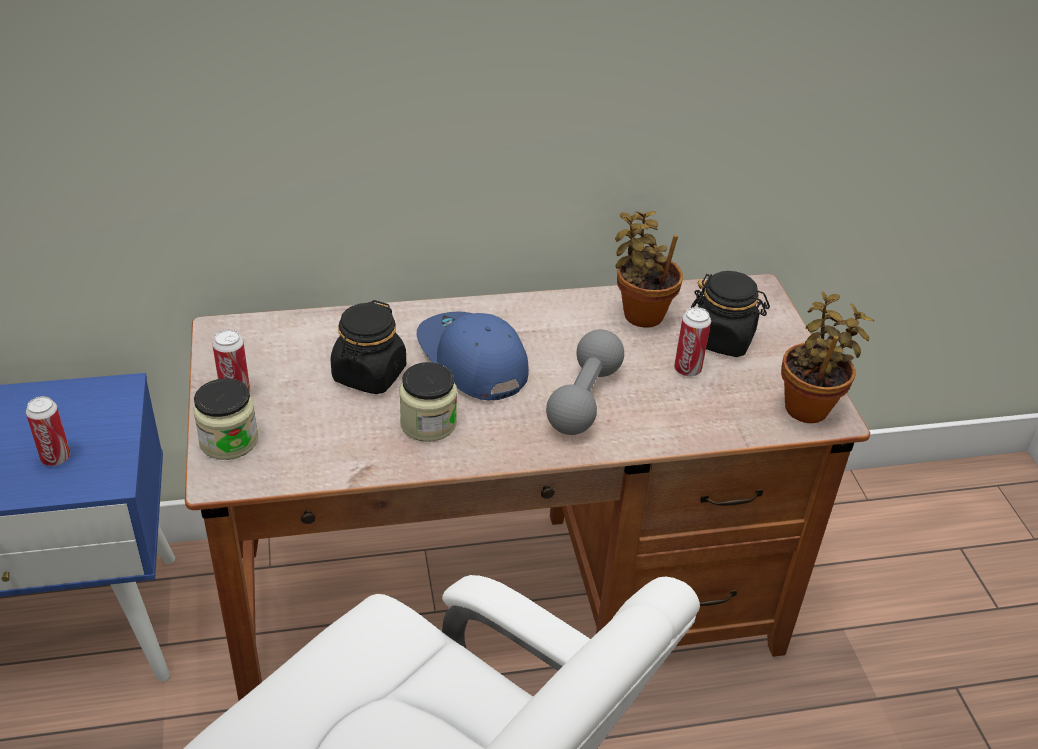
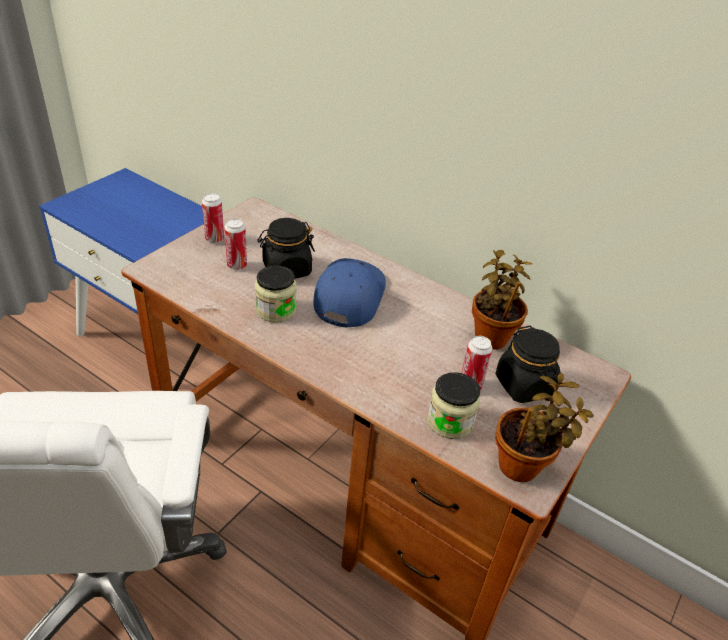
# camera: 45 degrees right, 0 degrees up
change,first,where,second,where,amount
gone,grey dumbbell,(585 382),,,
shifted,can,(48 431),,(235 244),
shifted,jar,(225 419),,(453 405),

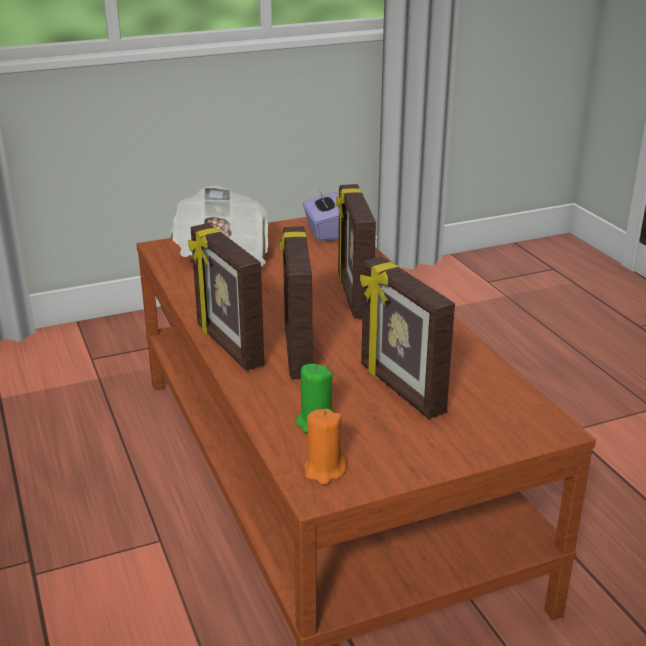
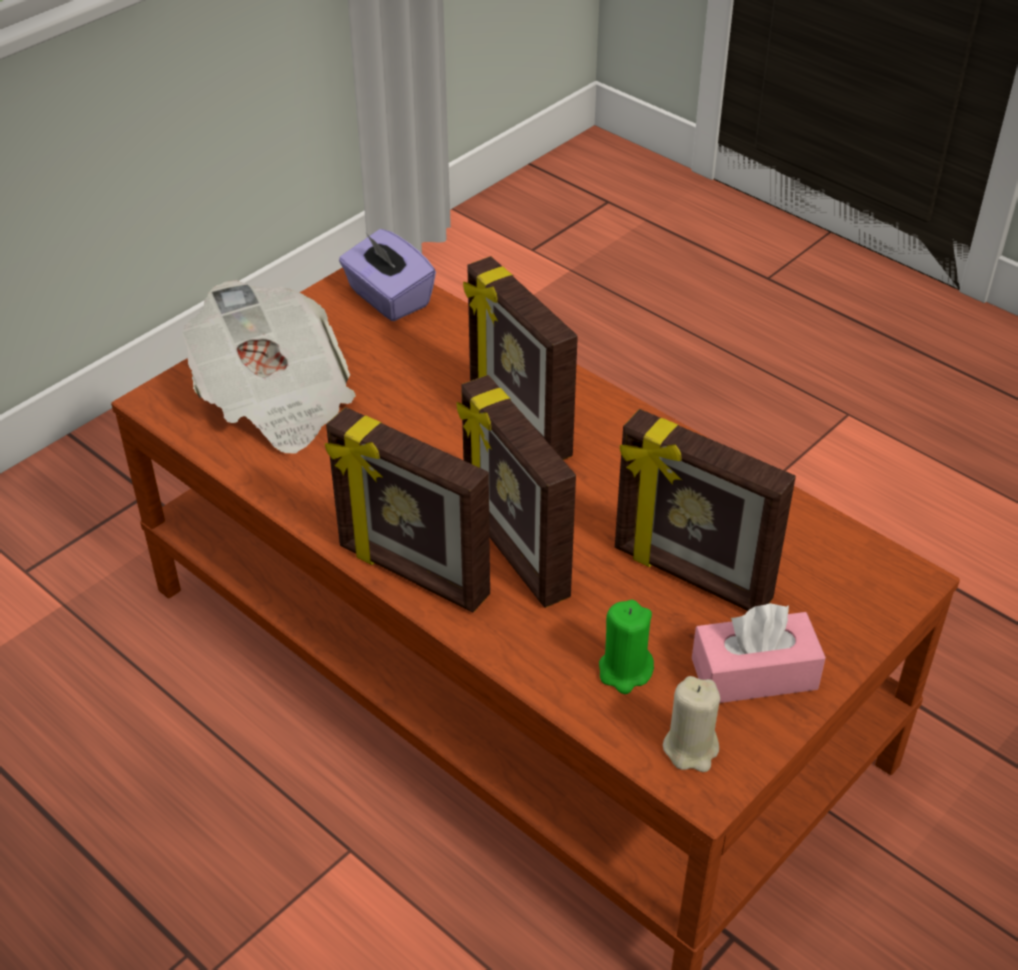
# camera: 25 degrees left, 15 degrees up
change,first,where,second,where,amount
new,,,pink tissue box,(759 653),
repainted,orange candle,(325 447),beige candle,(691 724),

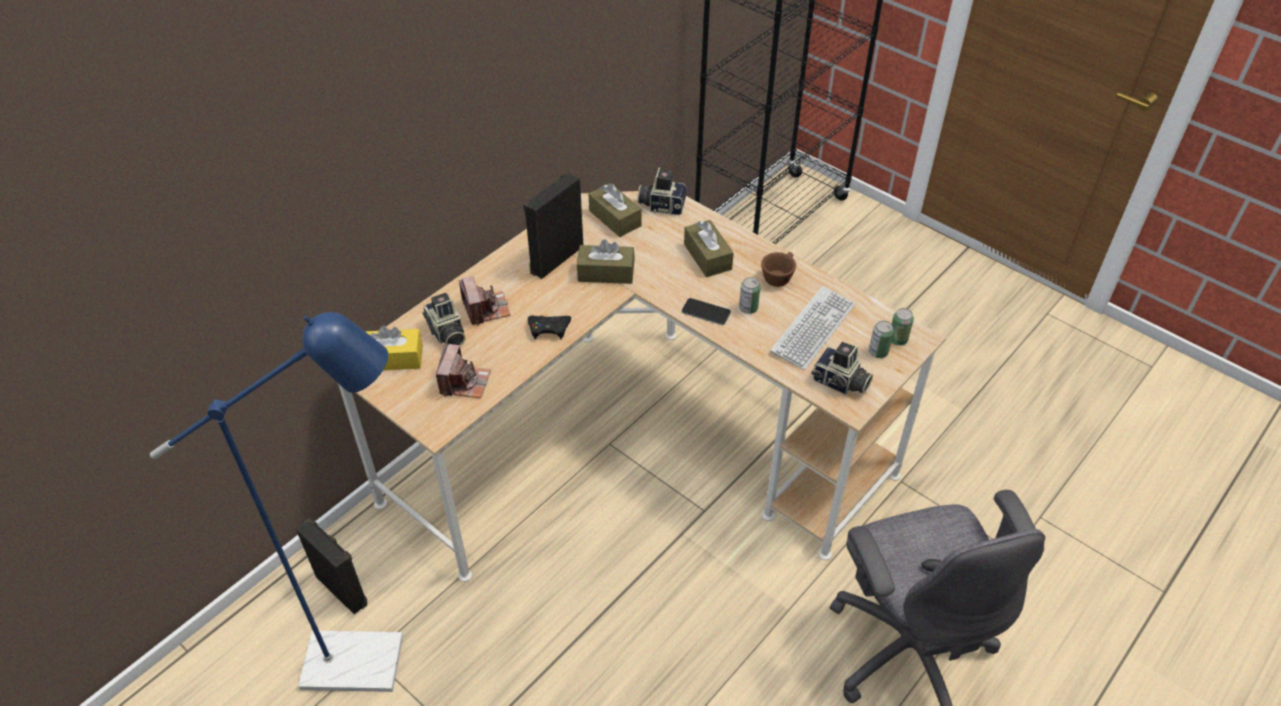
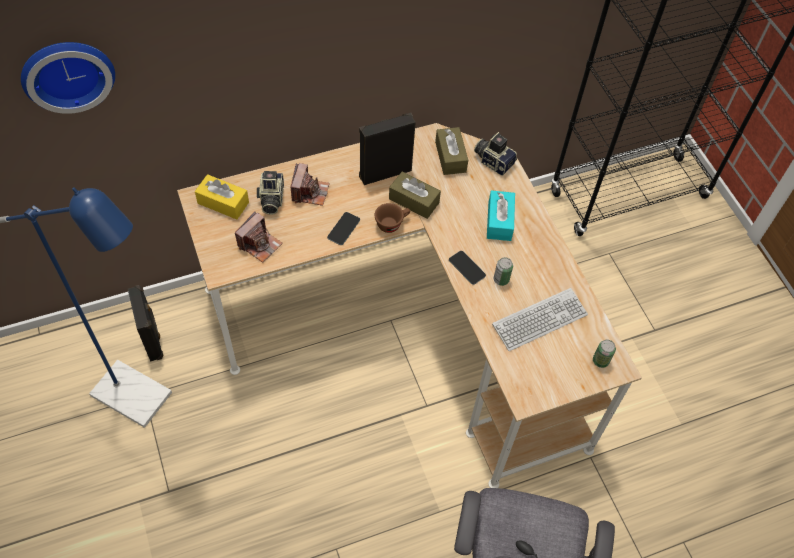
# camera: 25 degrees right, 10 degrees up
change,first,where,second,where,amount
gone,photo camera,(842 368),,,
gone,can,(881 339),,,
new,,,wall clock,(68 78),
shifted,brown cup,(778 269),,(392 218),
swapped,black game controller,(549 327),phone,(343 228),
repainted,brown tissue box,(709 248),turquoise tissue box,(501 215),

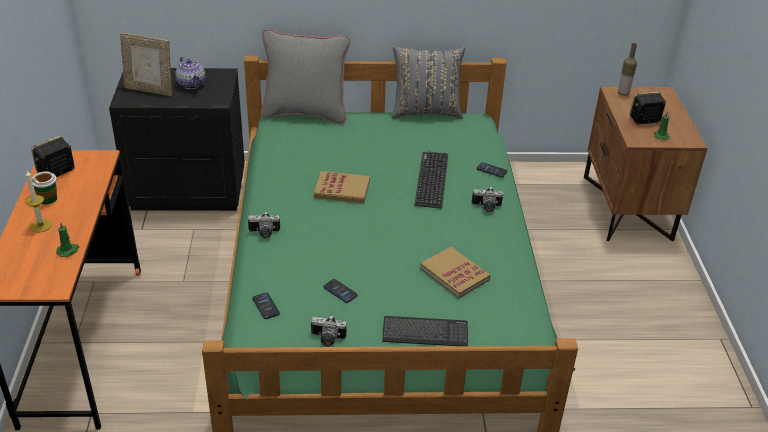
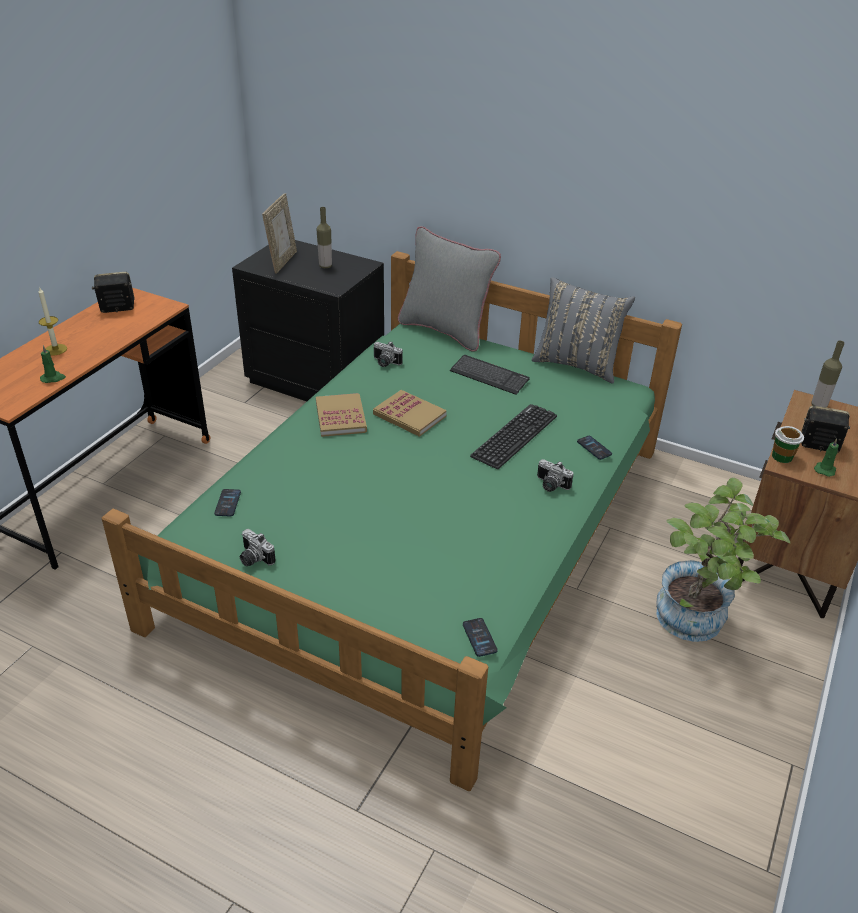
# camera: 30 degrees right, 0 degrees up
change,first,where,second,where,amount
new,,,potted plant,(723 560),
shifted,cup,(44 188),,(788 444),
shifted,photo camera,(264 225),,(388 354),
shifted,phone,(340 291),,(480 637),
shifted,keyboard,(425 331),,(490 375),
shifted,book,(455 272),,(341 415),
swapped,teapot,(190 73),bottle,(324 237),
rotated,picture frame,(146 64),,(279 233),120 degrees counterclockwise

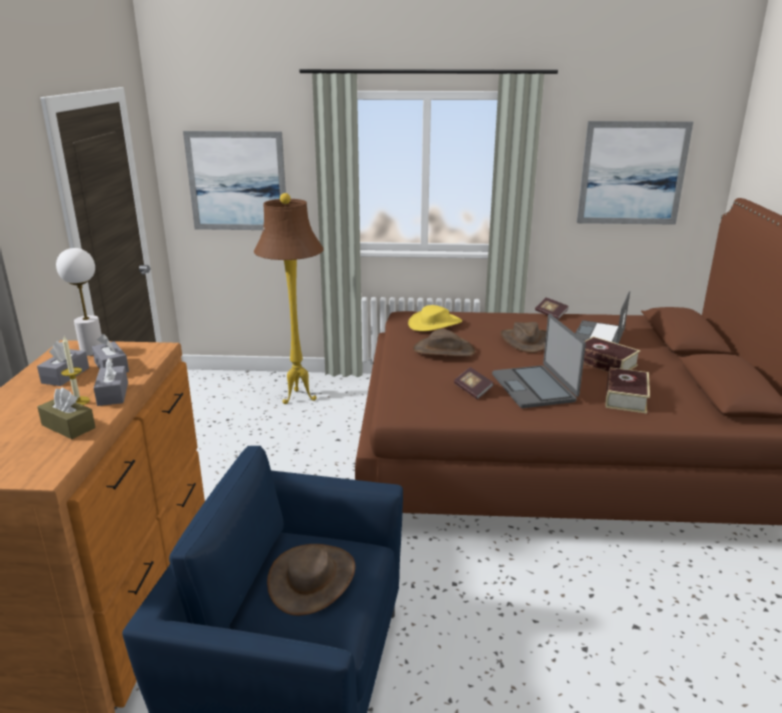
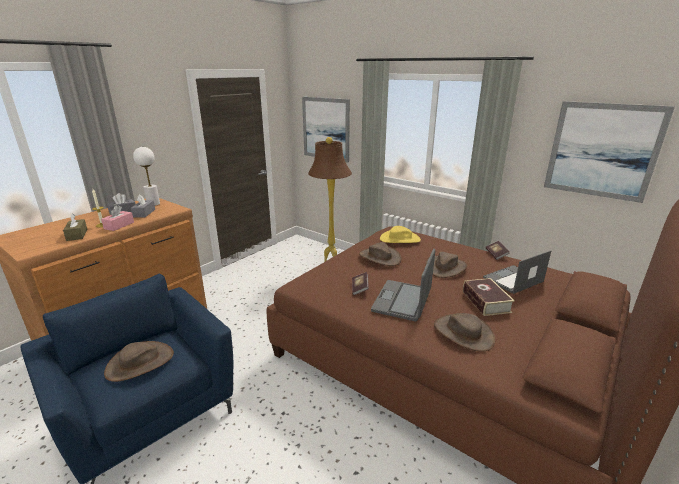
# camera: 35 degrees right, 0 degrees up
change,first,where,second,where,amount
swapped,book,(628 390),brown hat,(464 332),
repainted,grey tissue box,(111 382),pink tissue box,(117 218),

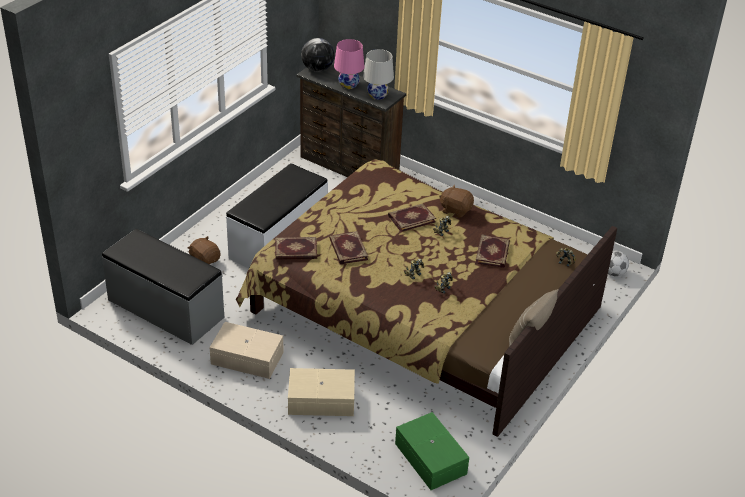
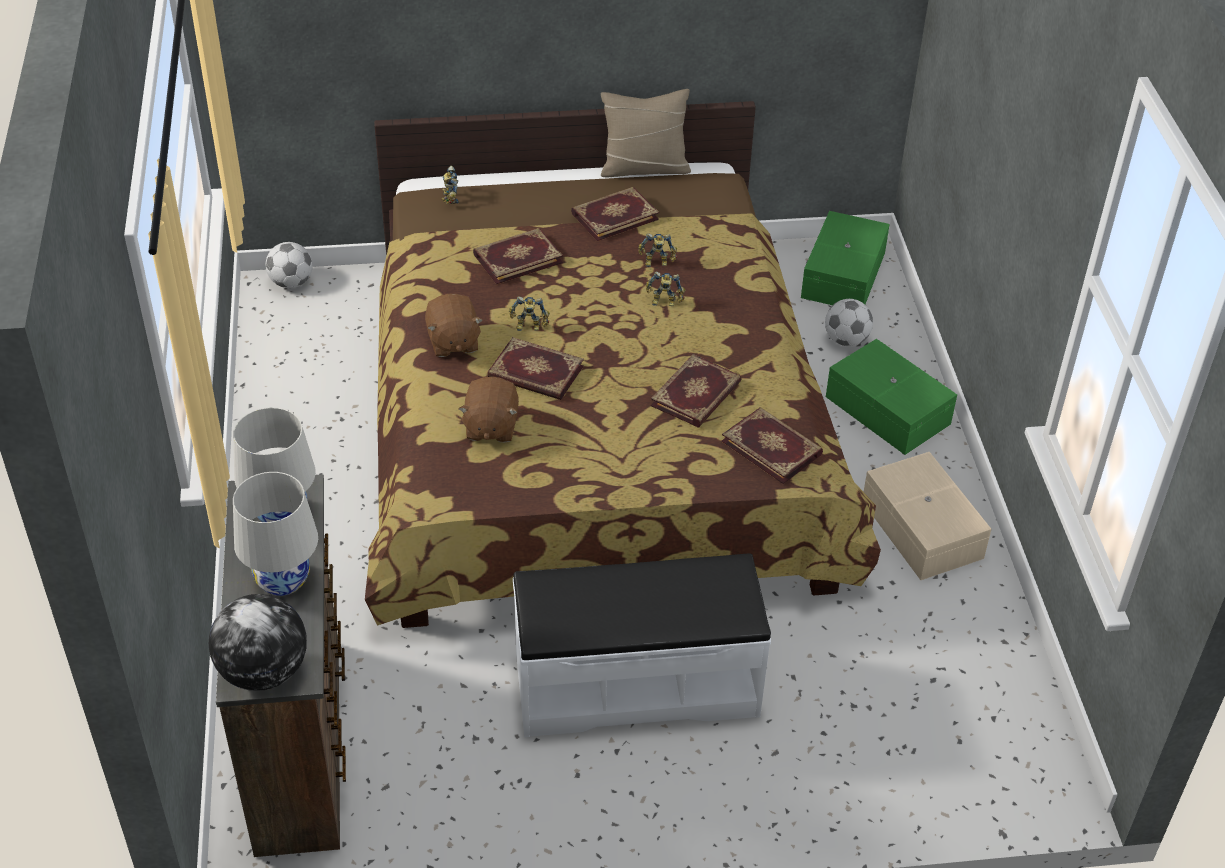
# camera: 130 degrees left, 5 degrees up
change,first,where,second,where,amount
gone,grey bench,(163 287),,,
new,,,book,(615 214),
new,,,football,(849 322),
shifted,brown plush toy,(204 250),,(489 409),
repainted,beige storage box,(321 392),green storage box,(891 397),
repainted,pink table lamp,(349 64),white table lamp,(275 534),

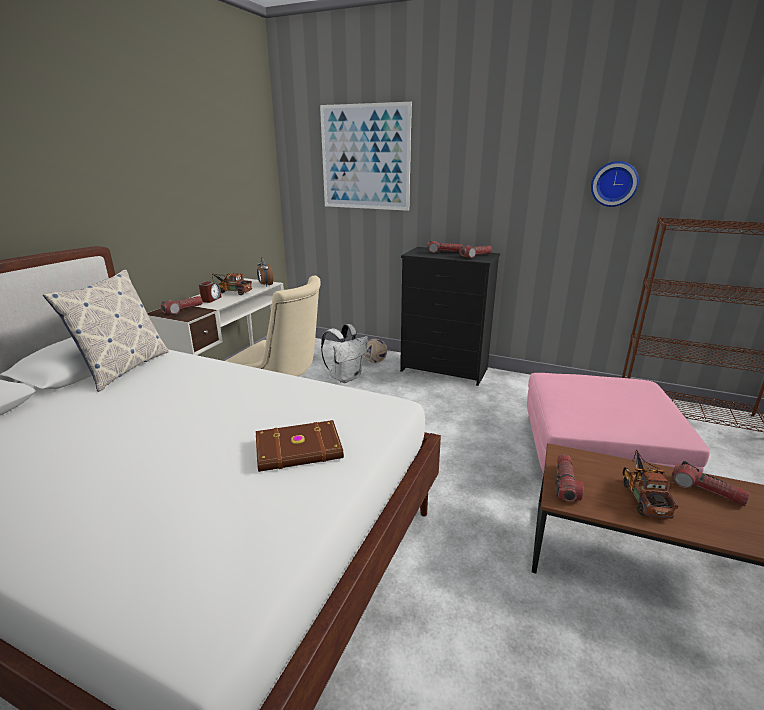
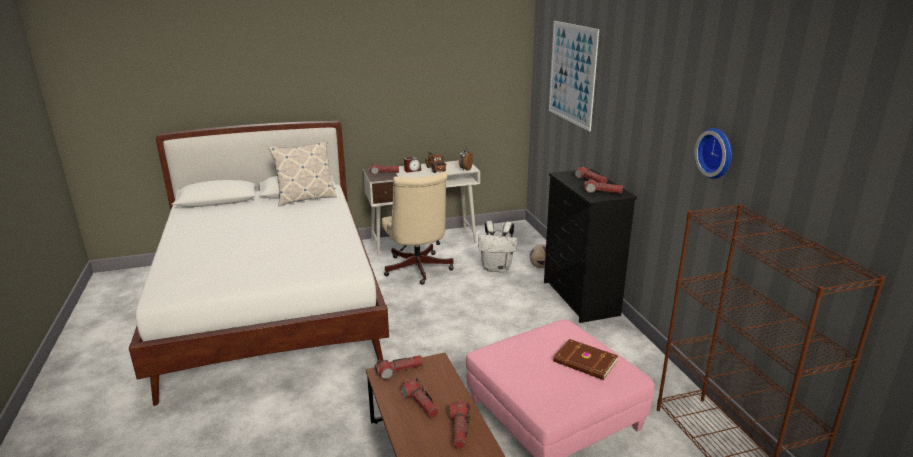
# camera: 50 degrees right, 0 degrees up
change,first,where,second,where,amount
shifted,brown book,(300 446),,(585 359),
swapped,toy truck,(649 484),flashlight,(420 398),

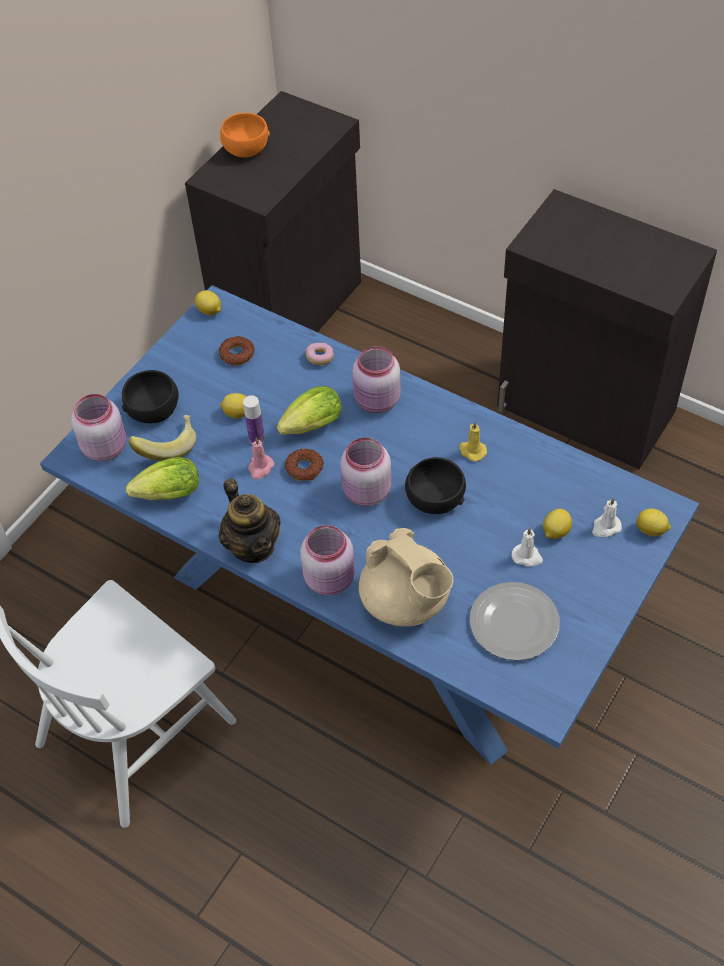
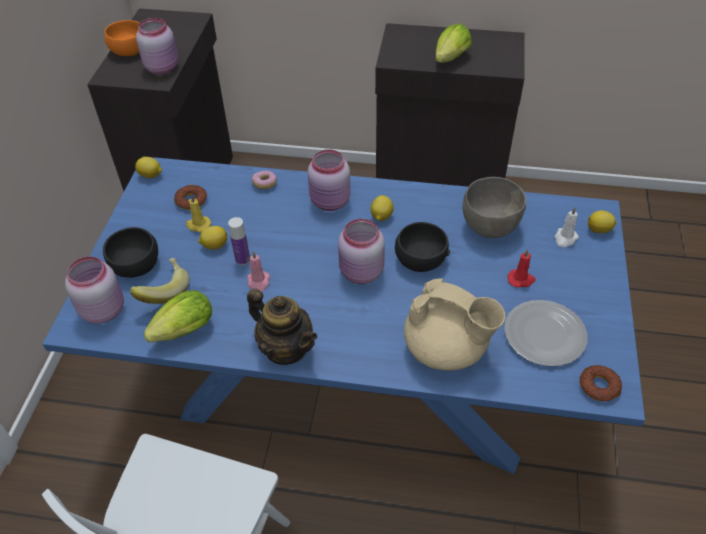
# camera: 25 degrees left, 5 degrees down
change,first,where,second,where,amount
new,,,grey bowl,(494 207),
shifted,lettuce,(309 410),,(453 43),
shifted,donut,(304 465),,(600 383),
shifted,pink jar,(327 560),,(157 46),
shifted,yellow candle,(473 441),,(198 213),
shifted,lemon,(557 524),,(382 208),
repainted,white candle,(527 547),red candle,(522 268),

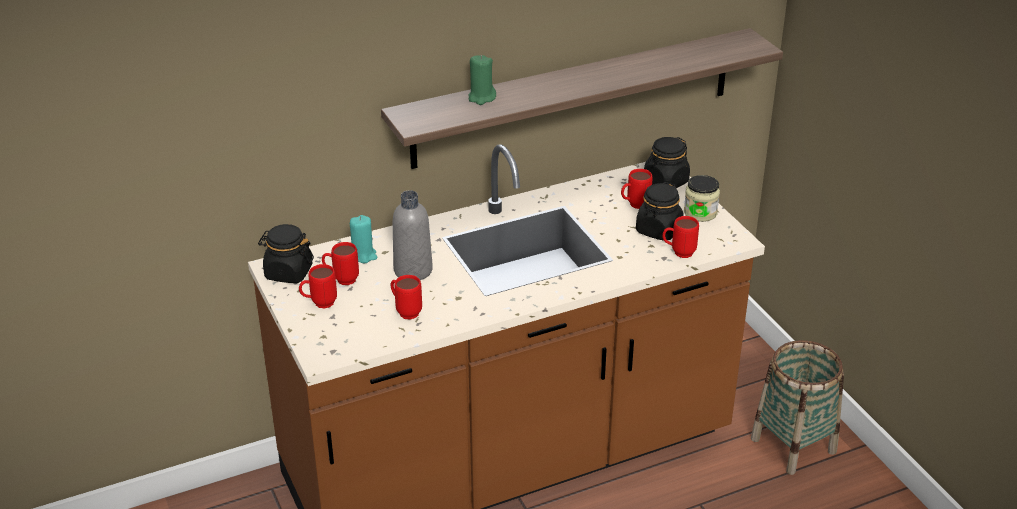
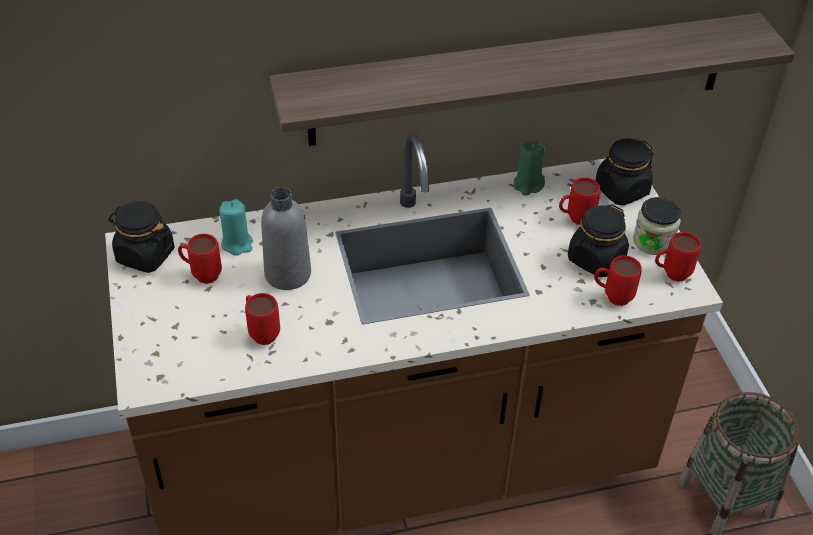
# camera: 10 degrees right, 10 degrees up
change,first,where,second,where,amount
shifted,red mug,(318 286),,(678 257),
shifted,green candle,(482 80),,(529 169),

